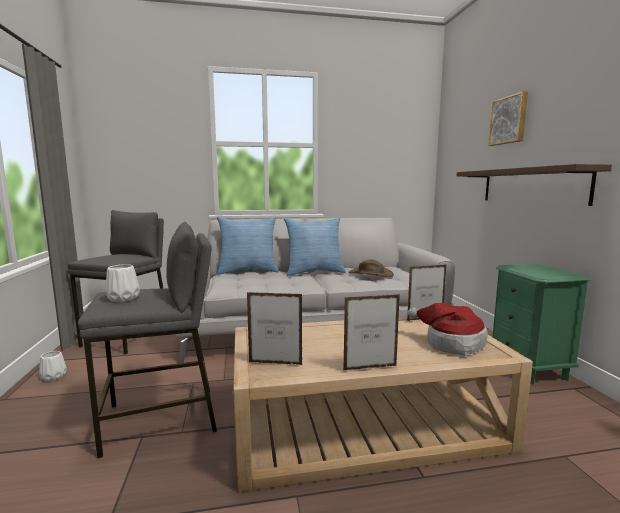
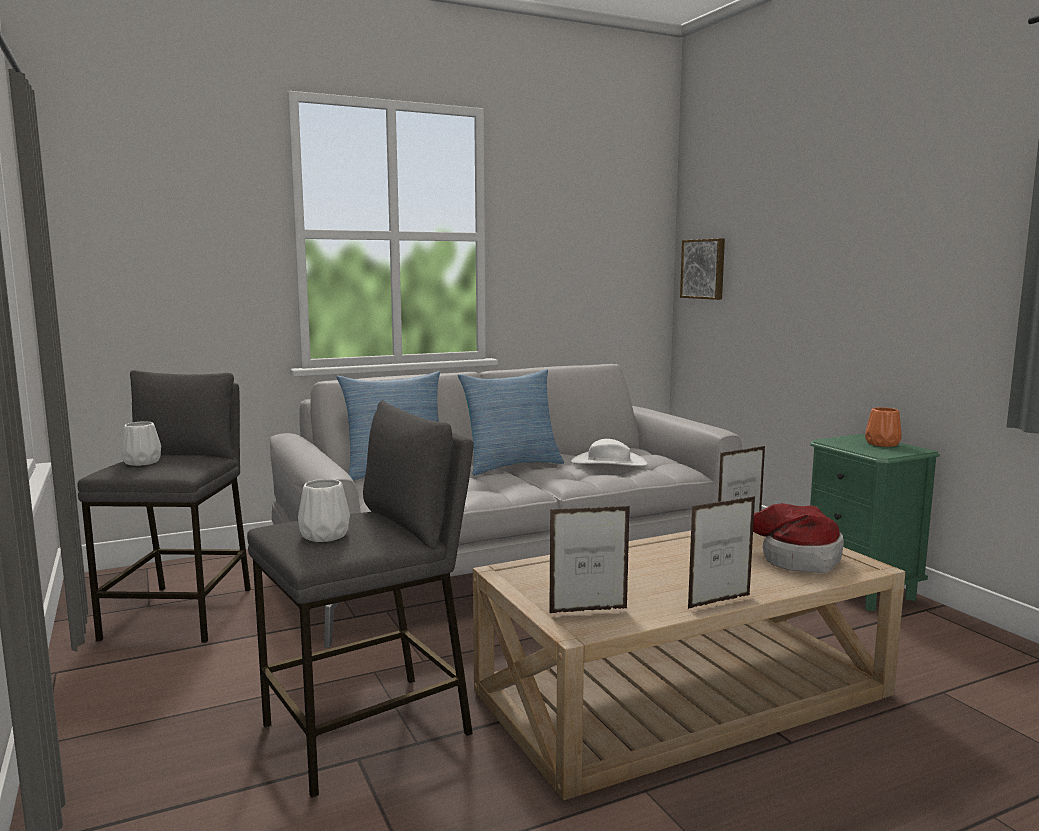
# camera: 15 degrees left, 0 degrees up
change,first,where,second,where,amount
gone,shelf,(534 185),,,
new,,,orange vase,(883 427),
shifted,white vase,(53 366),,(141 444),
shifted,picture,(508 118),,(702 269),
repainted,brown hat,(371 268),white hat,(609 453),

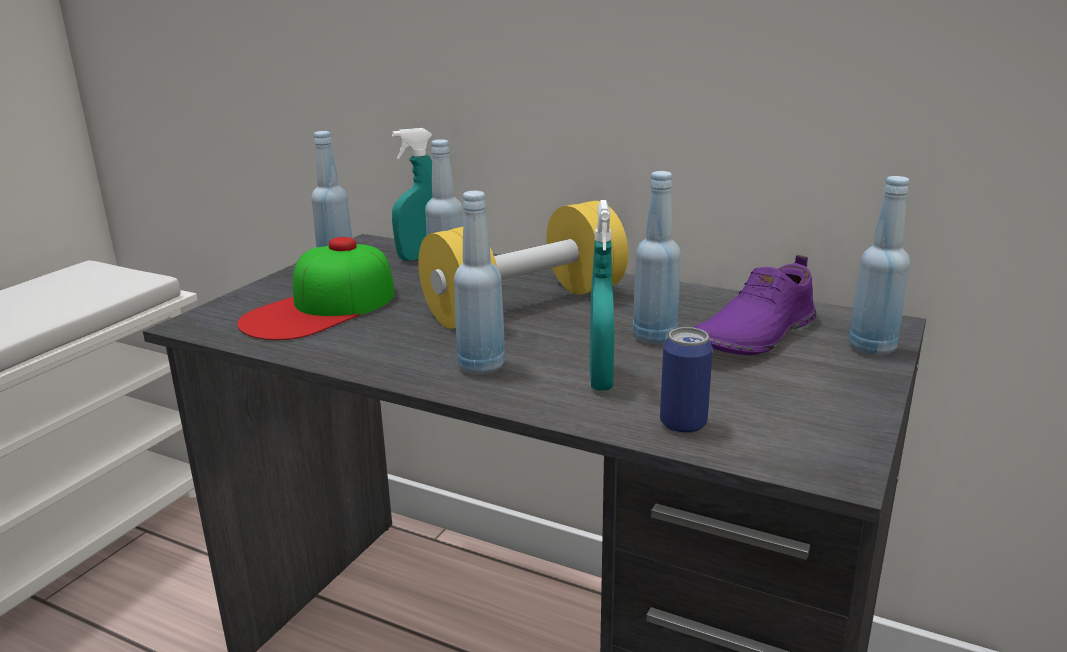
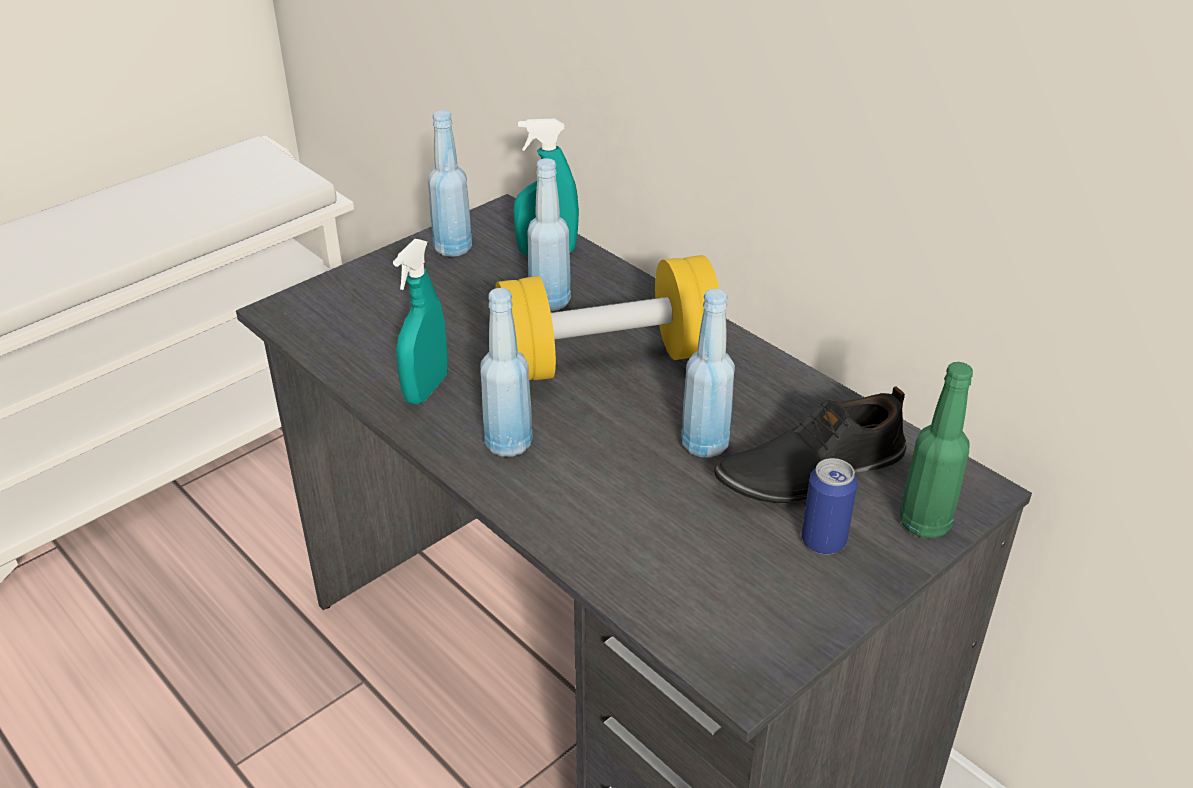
# camera: 20 degrees right, 15 degrees up
change,first,where,second,where,amount
gone,cap,(316 288),,,
shifted,turquoise spray bottle,(601 295),,(420 321),
shifted,can,(686 380),,(830 506),
repainted,purple shoe,(754 305),black shoe,(810 445),
repainted,blue bottle,(879 266),green bottle,(936 450),

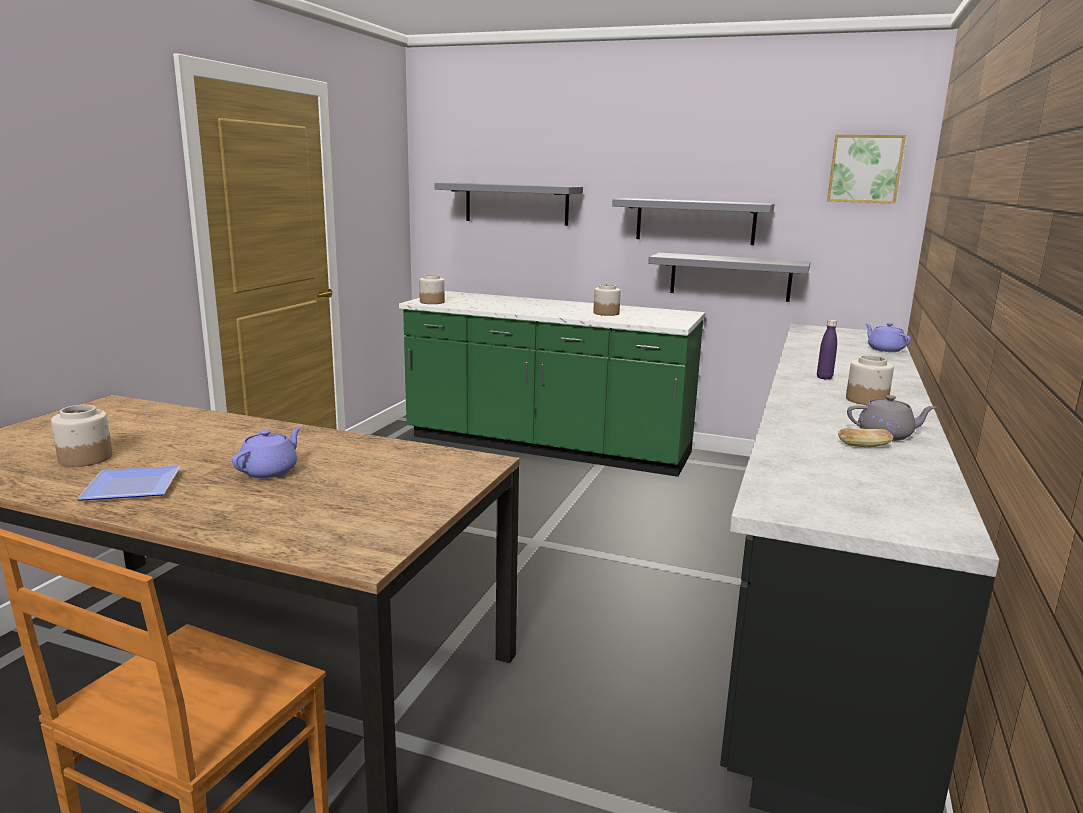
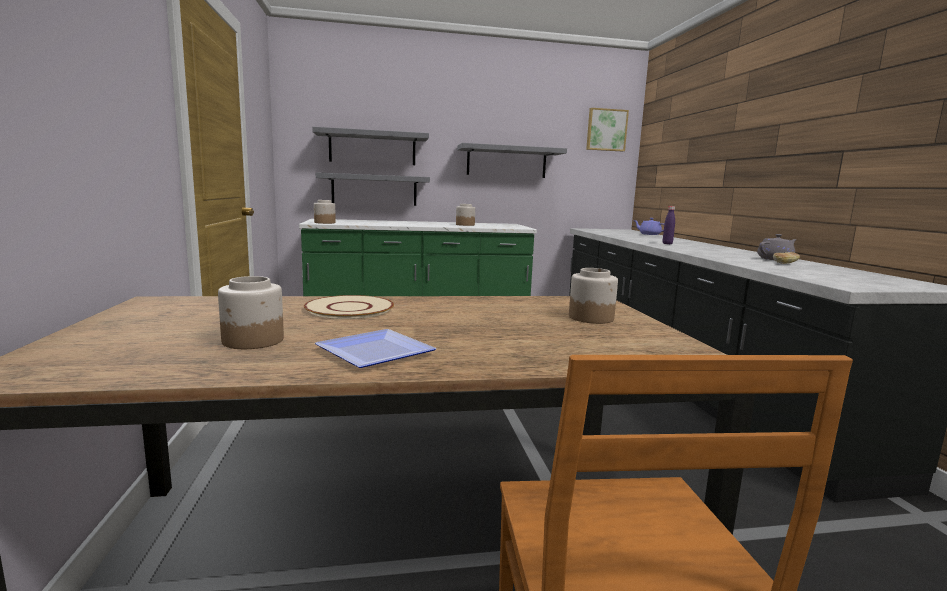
# camera: 30 degrees left, 5 degrees down
change,first,where,second,where,amount
gone,purple teapot,(266 452),,,
new,,,beige plate,(349 307),
shifted,grey shelf,(729 277),,(373 189),
shifted,jar,(870 380),,(593 296),

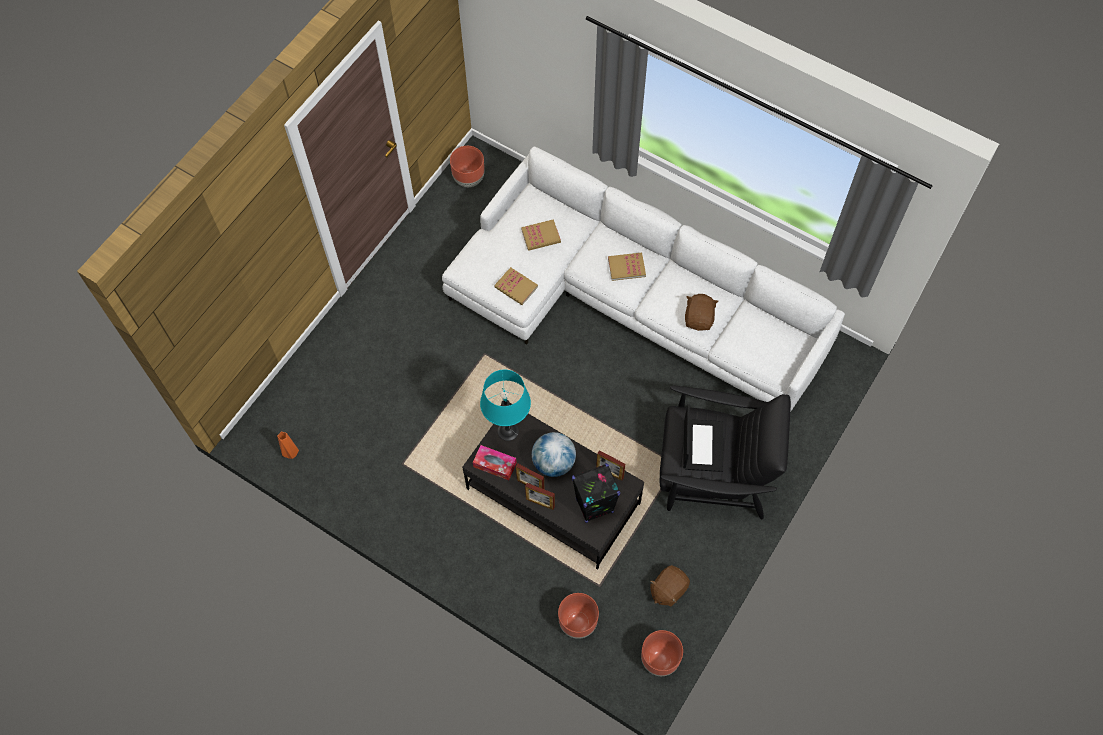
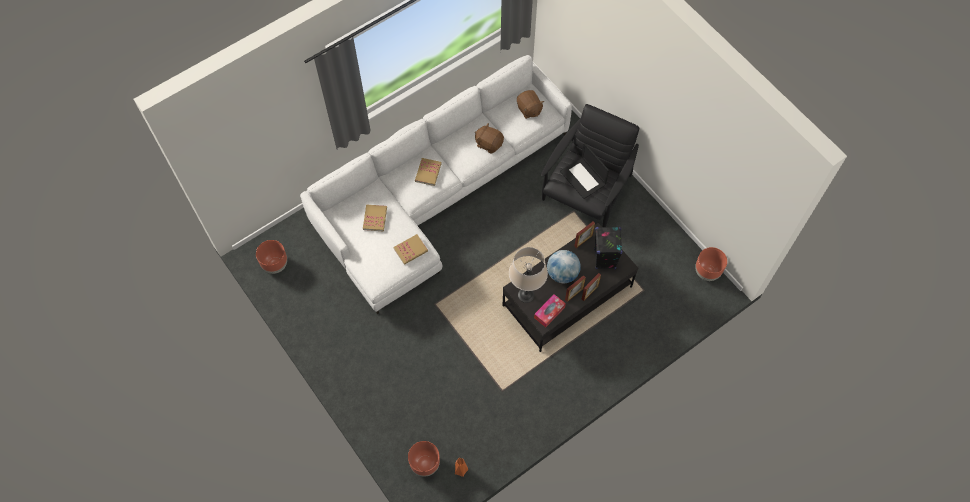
# camera: 70 degrees left, 0 degrees up
change,first,where,second,where,amount
shifted,brown planter,(578 616),,(424 459),
shifted,brown plush toy,(670 586),,(530 104),
repainted,turquoise table lamp,(505 405),beige table lamp,(528 275),
rotated,laptop,(703 438),,(584 171),150 degrees counterclockwise

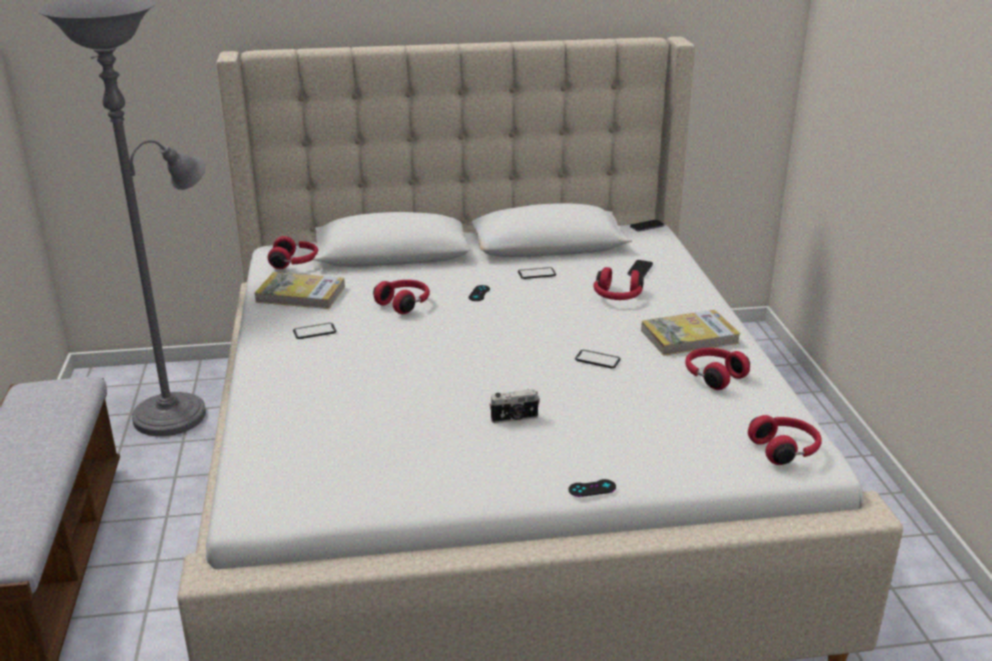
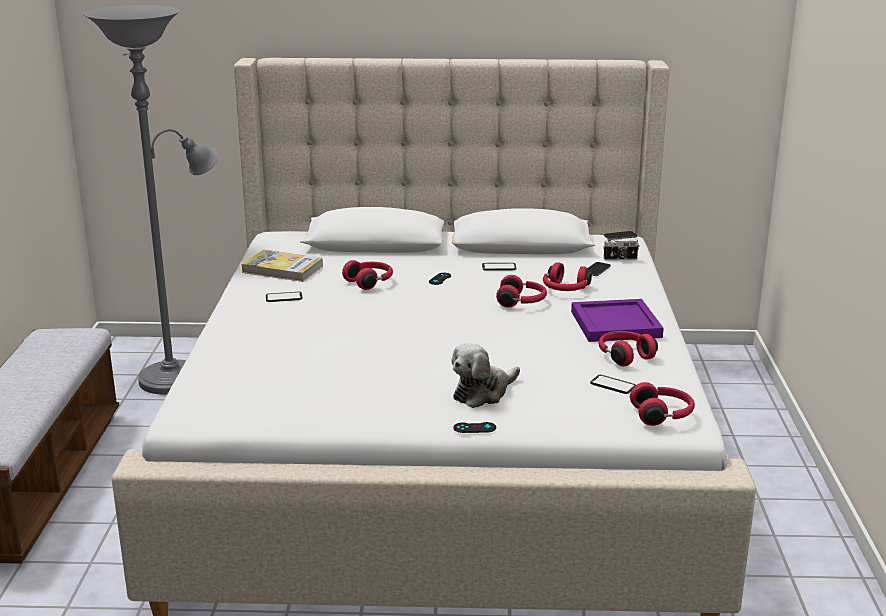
# camera: 10 degrees right, 5 degrees down
change,first,where,second,where,amount
new,,,plush toy,(485 375),
shifted,red headphones,(293 252),,(521 291),
shifted,photo camera,(514 406),,(621 249),
shifted,phone,(598 359),,(613 384),
swapped,book,(691 333),purple tray,(617 320),

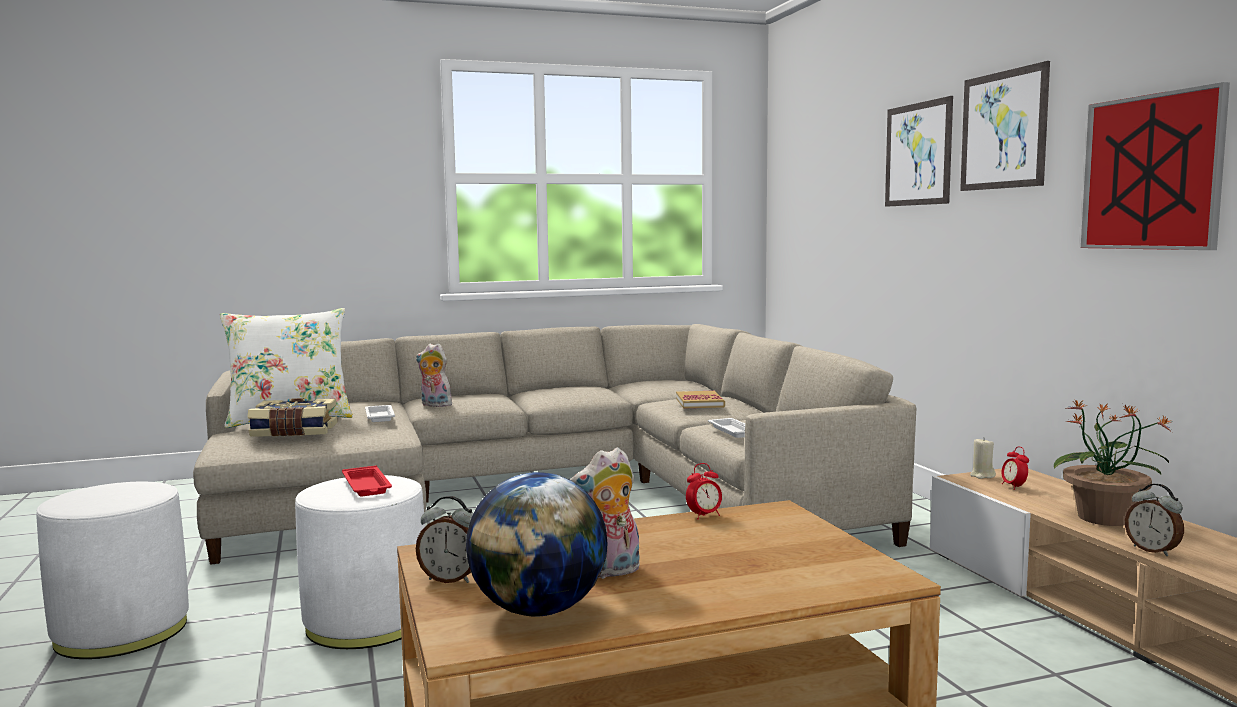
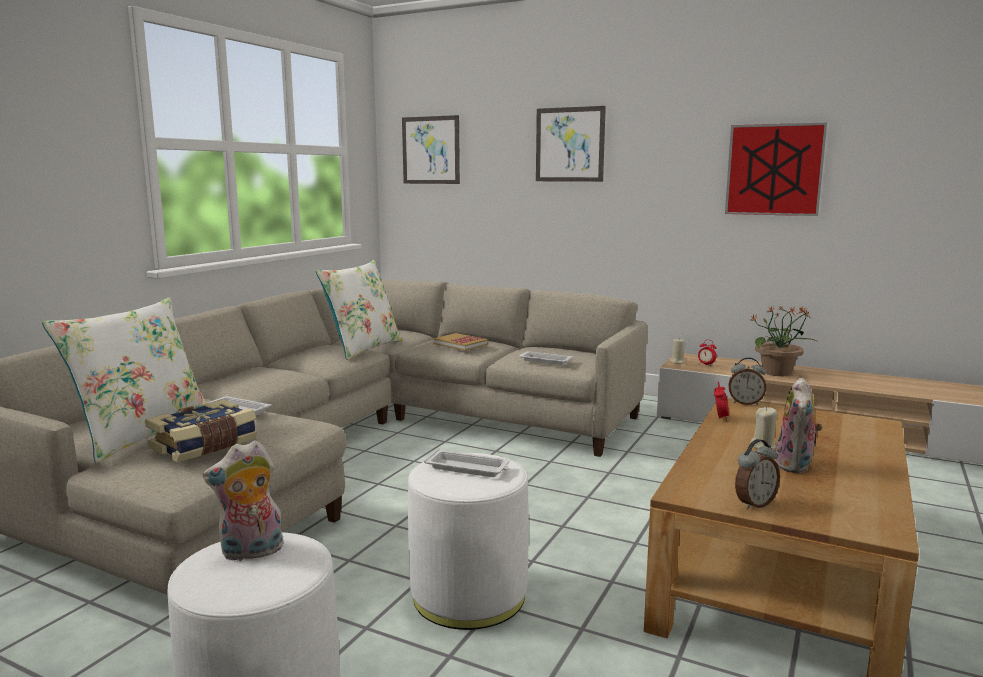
# camera: 45 degrees left, 5 degrees up
change,first,where,second,where,amount
gone,globe,(537 544),,,
new,,,white pillow,(359 310),
new,,,beige candle,(763 428),
shifted,plush toy,(434 375),,(243 500),
shifted,picture,(1005 126),,(431 149),
shifted,alarm clock,(1154 520),,(747 381),
repainted,red tray,(367 481),white tray,(466 463),

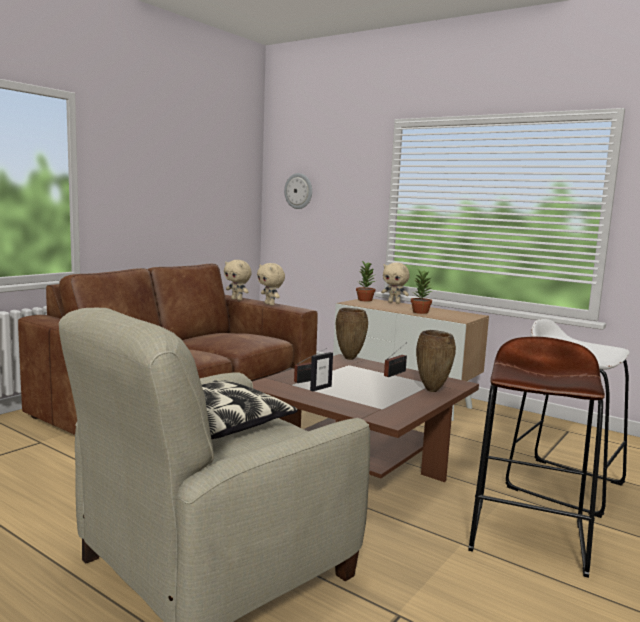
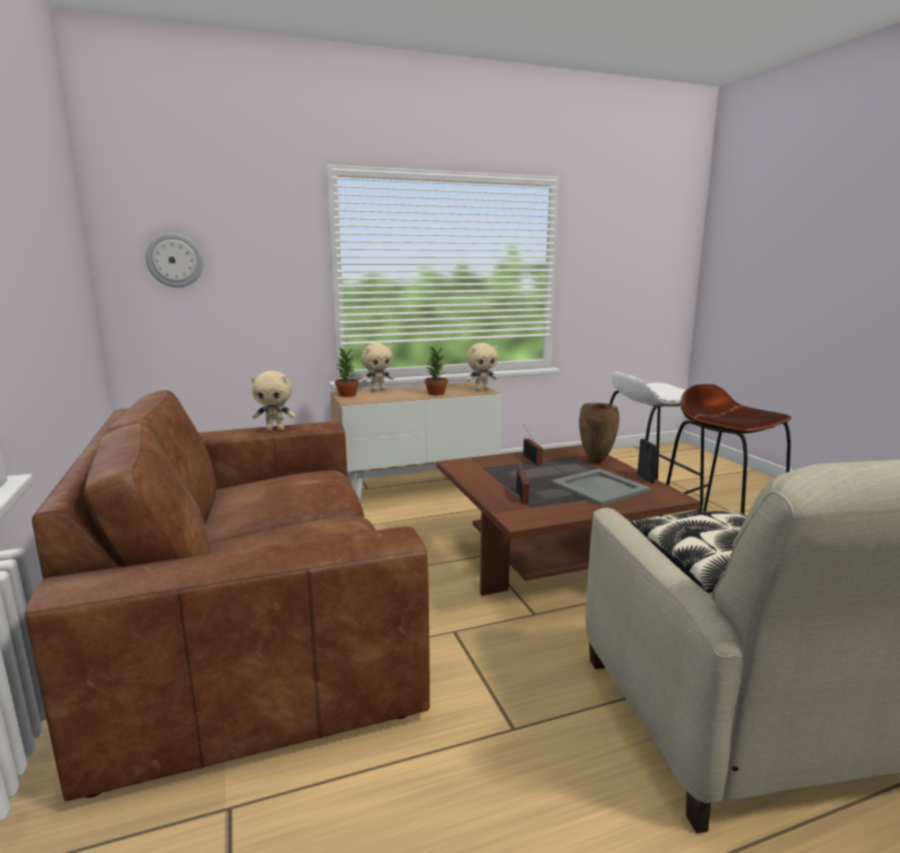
# camera: 55 degrees left, 5 degrees up
change,first,where,second,where,amount
gone,brown vase,(352 334),,,
new,,,grey tray,(601 487),
shifted,beige plush toy,(238 280),,(482 367),
shifted,picture frame,(321 371),,(647 461),

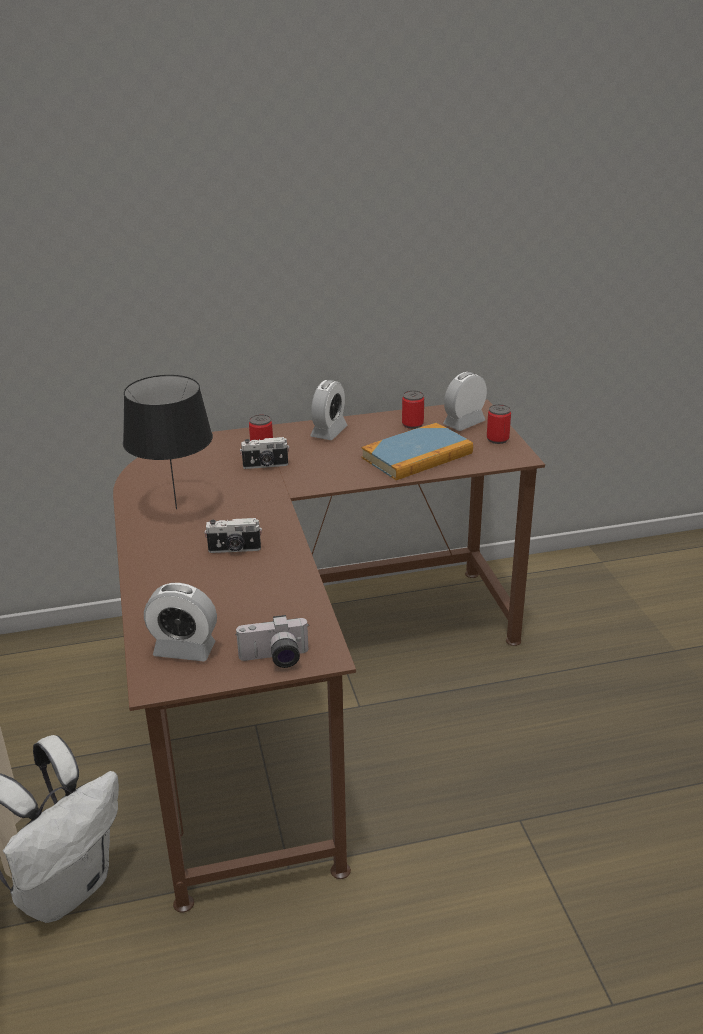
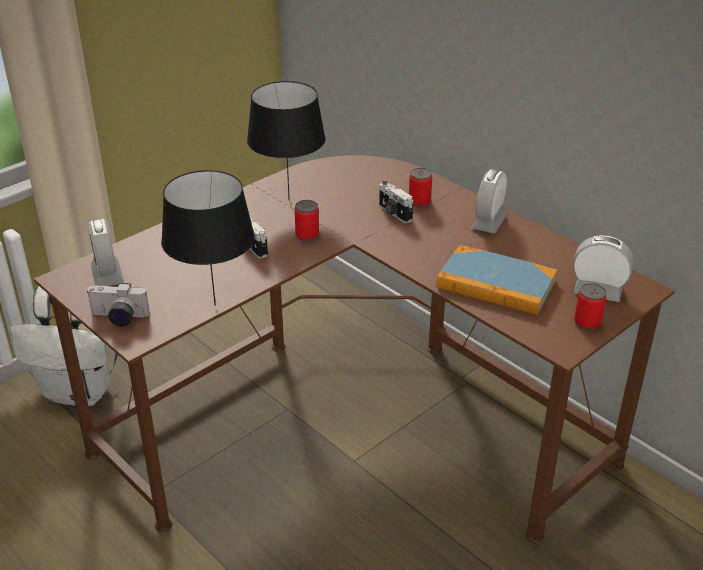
# camera: 60 degrees right, 5 degrees up
change,first,where,second,where,amount
new,,,black table lamp,(208 238),
shifted,can,(413 410),,(307 220),
rotated,photo camera,(272 641),,(118 304),45 degrees counterclockwise
rotated,alarm clock,(328 410),,(489 201),120 degrees clockwise

